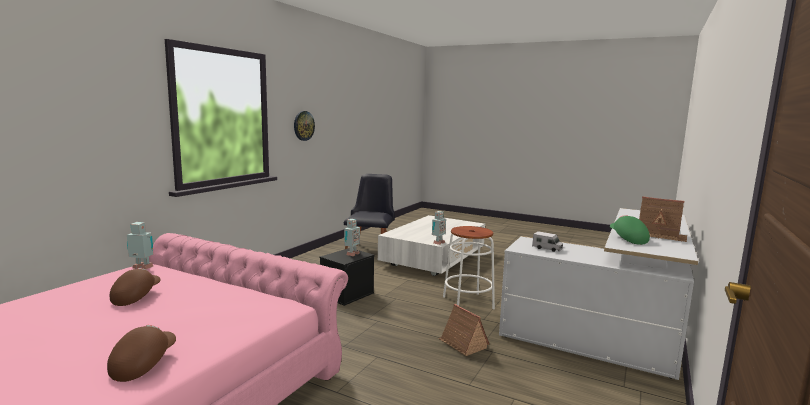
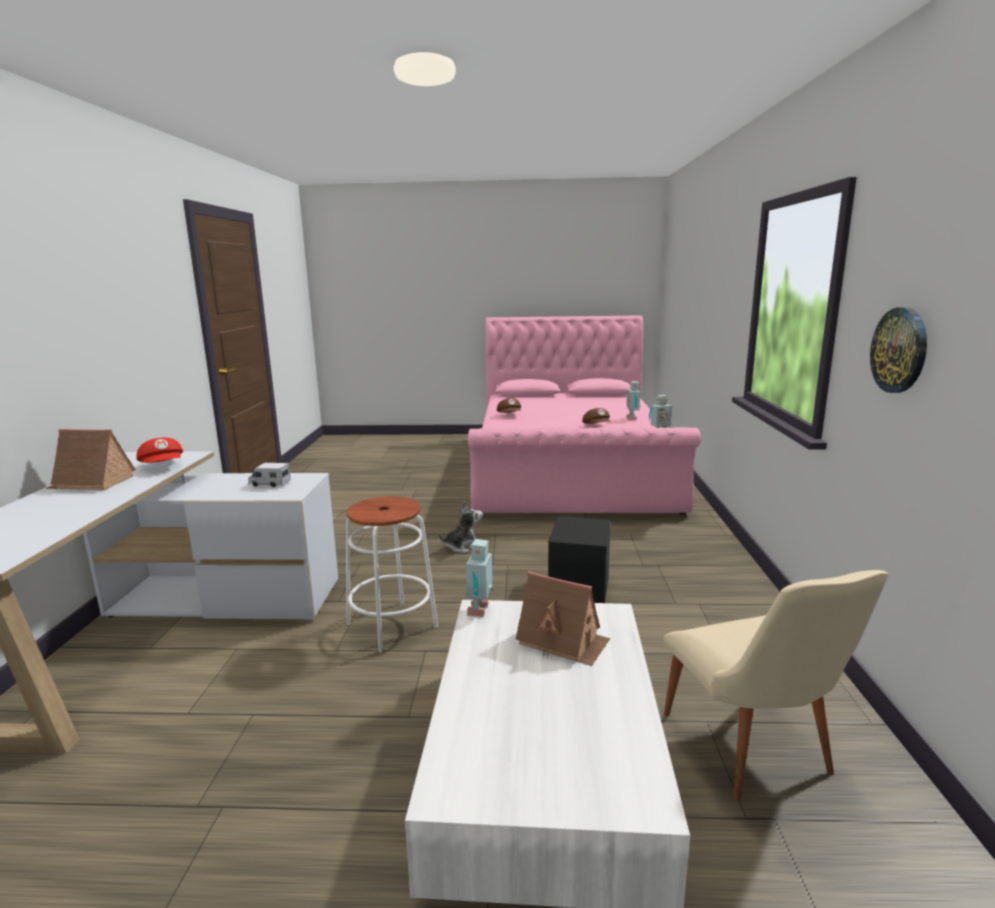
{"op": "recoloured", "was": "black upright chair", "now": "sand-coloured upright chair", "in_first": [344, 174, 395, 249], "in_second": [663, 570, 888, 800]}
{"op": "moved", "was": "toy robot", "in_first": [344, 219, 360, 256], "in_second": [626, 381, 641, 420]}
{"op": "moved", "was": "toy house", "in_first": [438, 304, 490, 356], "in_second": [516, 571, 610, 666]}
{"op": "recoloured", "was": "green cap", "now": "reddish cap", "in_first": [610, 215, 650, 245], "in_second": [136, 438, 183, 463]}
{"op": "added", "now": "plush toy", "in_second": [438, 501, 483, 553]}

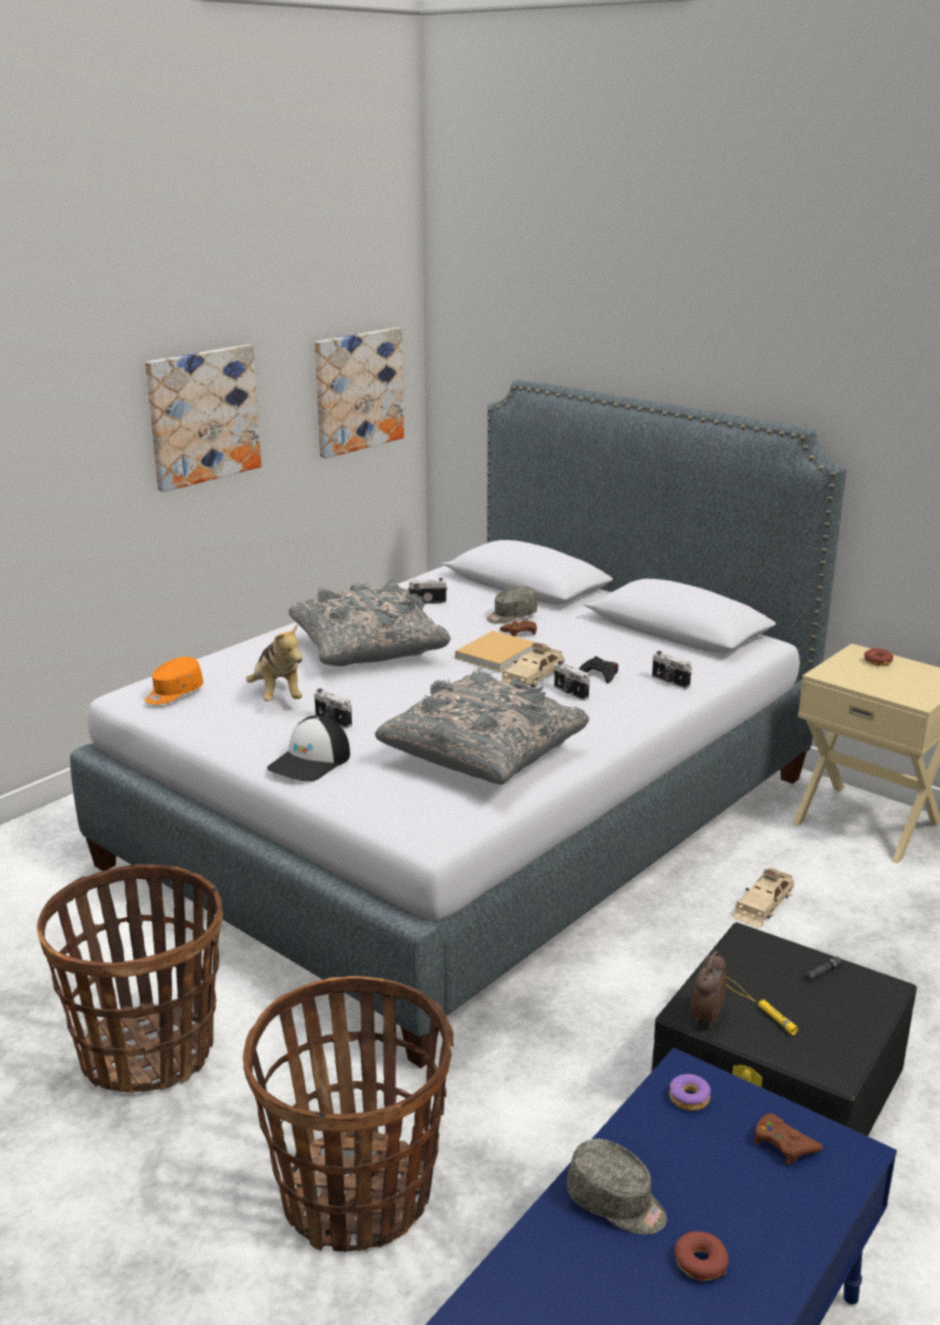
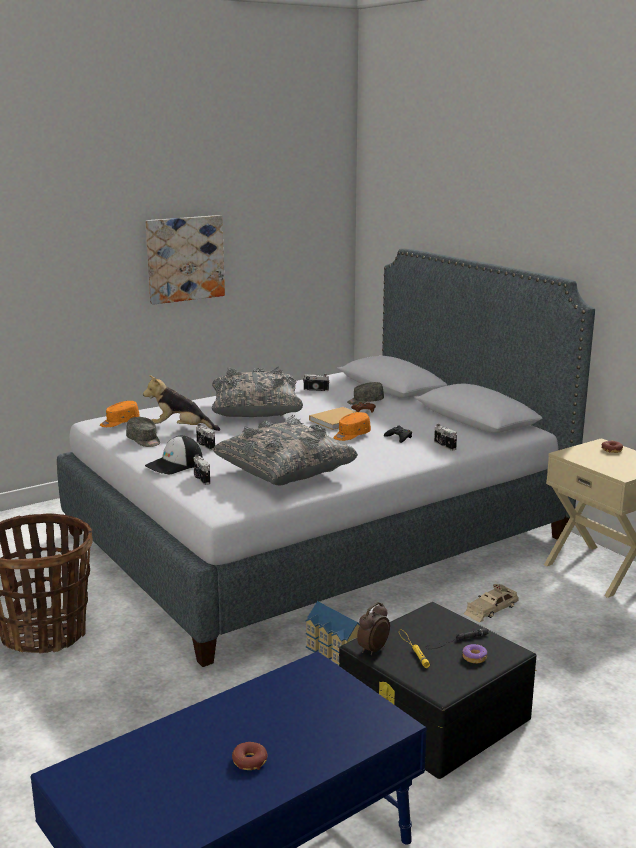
{"op": "removed", "was": "storage basket", "in_first": [243, 976, 454, 1252]}
{"op": "turned", "was": "plush toy", "in_first": [246, 623, 302, 701], "in_second": [143, 375, 220, 431], "clockwise": 105}
{"op": "removed", "was": "picture", "in_first": [315, 327, 404, 458]}
{"op": "replaced", "was": "sand-coloured model car", "now": "orange cap", "in_first": [501, 643, 565, 687], "in_second": [334, 412, 371, 441]}
{"op": "moved", "was": "photo camera", "in_first": [554, 661, 590, 701], "in_second": [194, 454, 210, 485]}
{"op": "moved", "was": "greyish cap", "in_first": [567, 1139, 667, 1234], "in_second": [126, 417, 160, 447]}
{"op": "moved", "was": "donut", "in_first": [669, 1074, 711, 1111], "in_second": [462, 644, 487, 663]}
{"op": "removed", "was": "brownish gamepad", "in_first": [754, 1113, 823, 1165]}
{"op": "added", "now": "toy house", "in_second": [305, 601, 360, 666]}

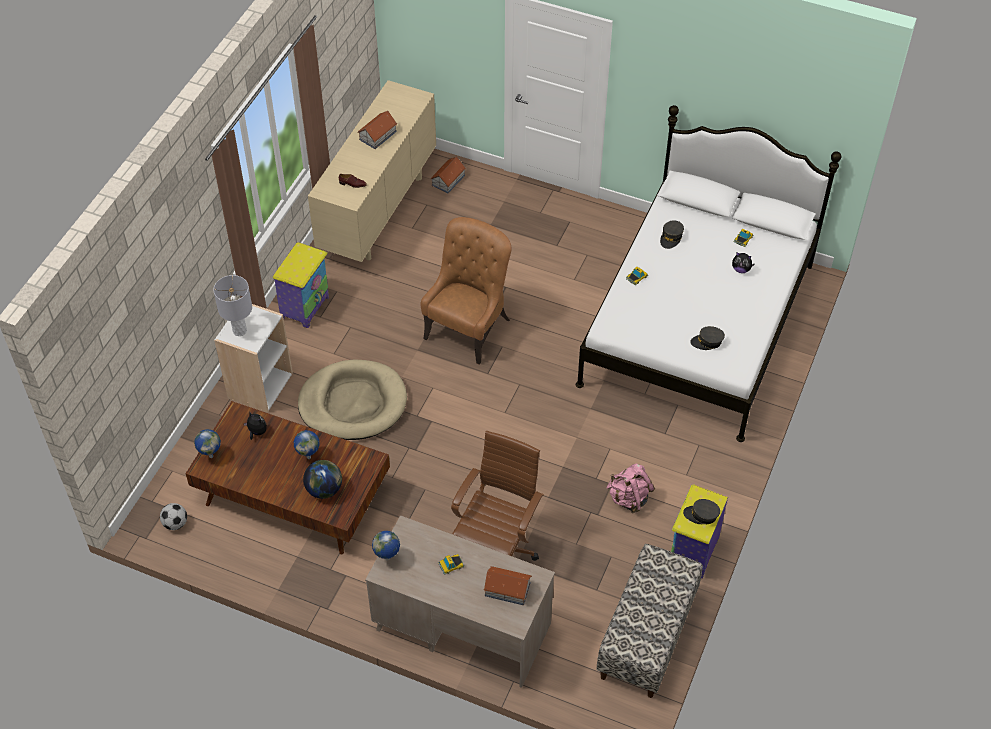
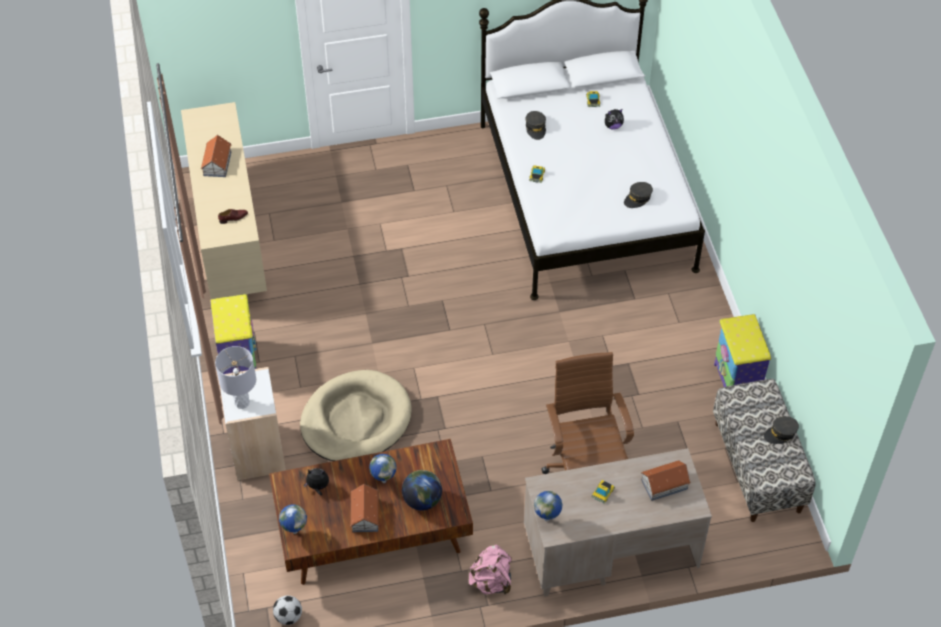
{"op": "removed", "was": "brownish upright chair", "in_first": [421, 217, 512, 365]}
{"op": "moved", "was": "toy house", "in_first": [431, 157, 466, 193], "in_second": [350, 484, 379, 532]}
{"op": "moved", "was": "pinkish rucksack", "in_first": [606, 464, 655, 513], "in_second": [469, 544, 512, 594]}
{"op": "moved", "was": "greyish cap", "in_first": [683, 499, 720, 525], "in_second": [764, 416, 799, 444]}

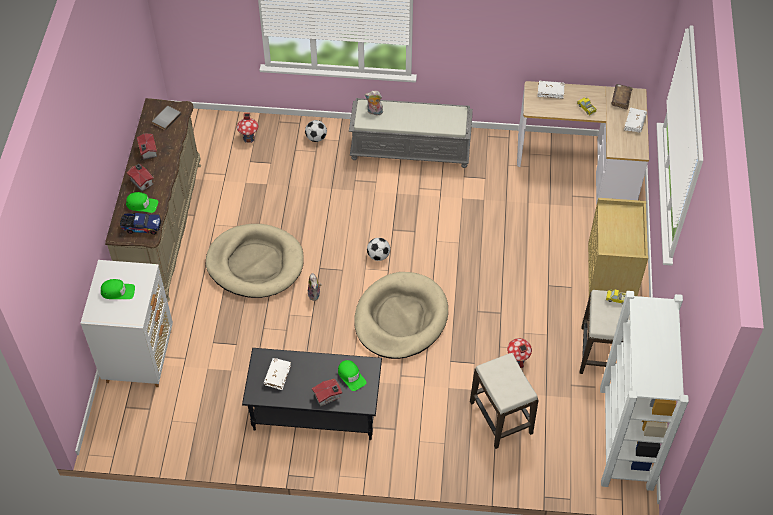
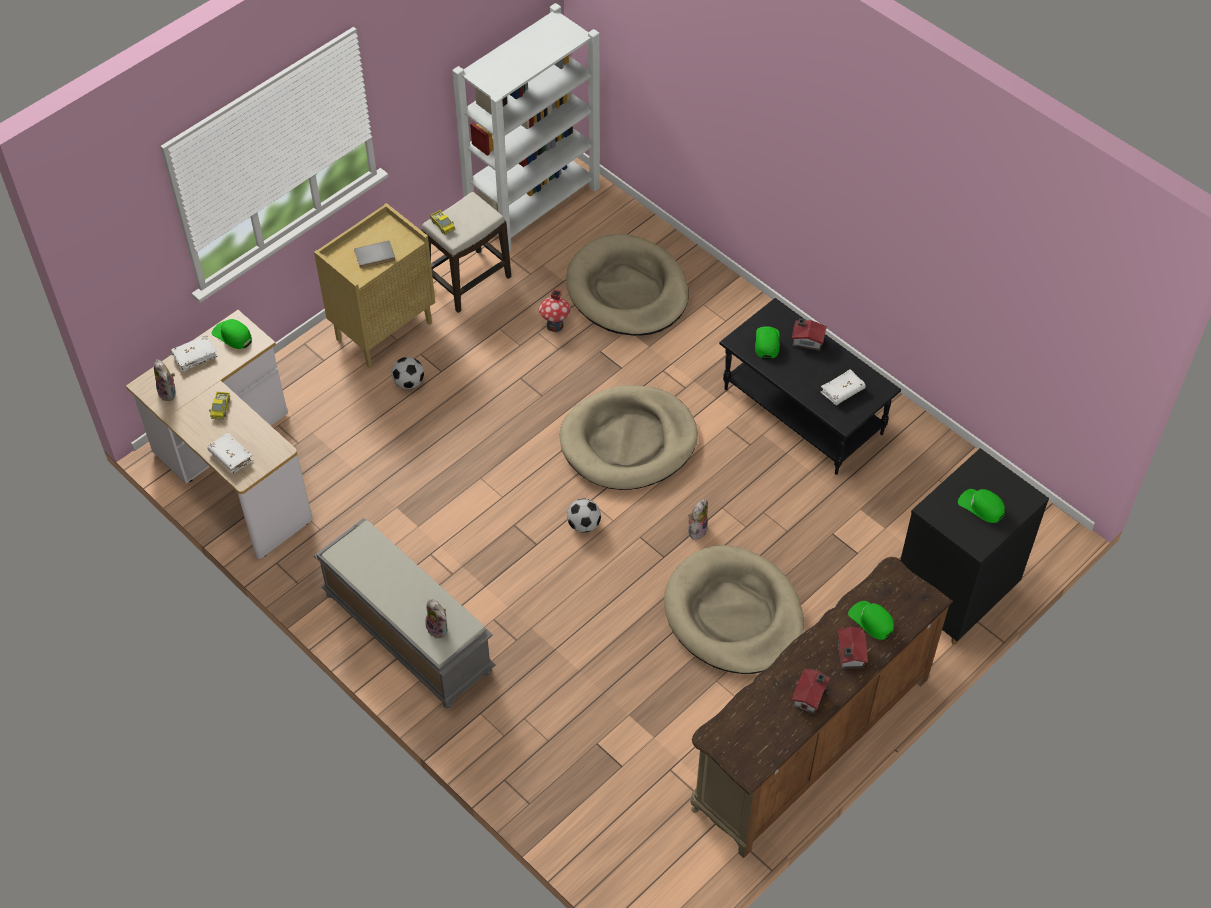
{"op": "recoloured", "was": "white dresser", "now": "black dresser", "in_first": [80, 260, 173, 387], "in_second": [900, 448, 1049, 645]}
{"op": "removed", "was": "toy lorry", "in_first": [120, 213, 161, 235]}
{"op": "moved", "was": "greyish volume", "in_first": [152, 106, 181, 130], "in_second": [354, 241, 395, 268]}
{"op": "removed", "was": "toy house", "in_first": [237, 113, 258, 143]}
{"op": "moved", "was": "ball for football", "in_first": [305, 120, 327, 142], "in_second": [392, 357, 424, 389]}
{"op": "replaced", "was": "sitting stool", "now": "sand-coloured dog bed", "in_first": [470, 353, 538, 449], "in_second": [566, 234, 689, 336]}
{"op": "replaced", "was": "brownish volume", "now": "plush toy", "in_first": [611, 84, 633, 110], "in_second": [154, 359, 176, 401]}
{"op": "added", "now": "green cap", "in_second": [212, 319, 252, 349]}

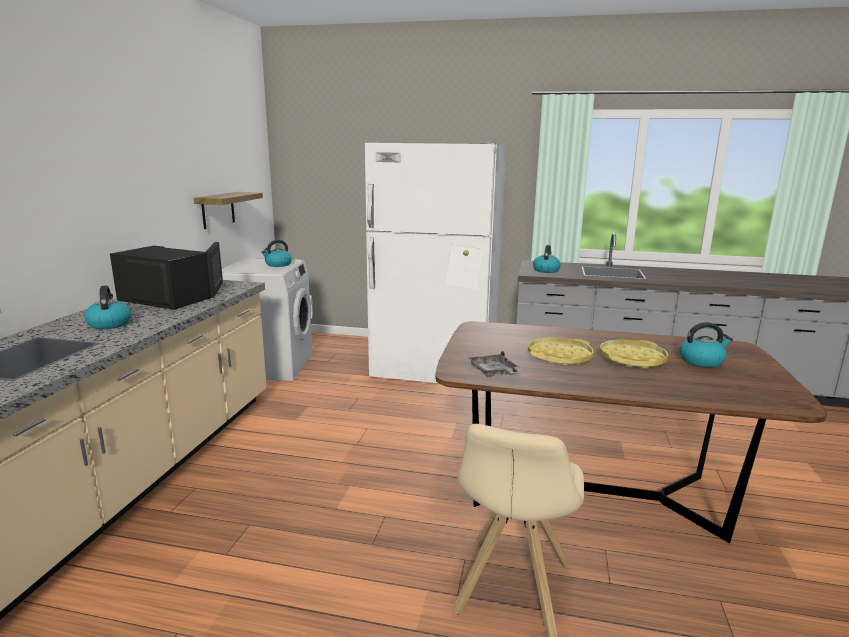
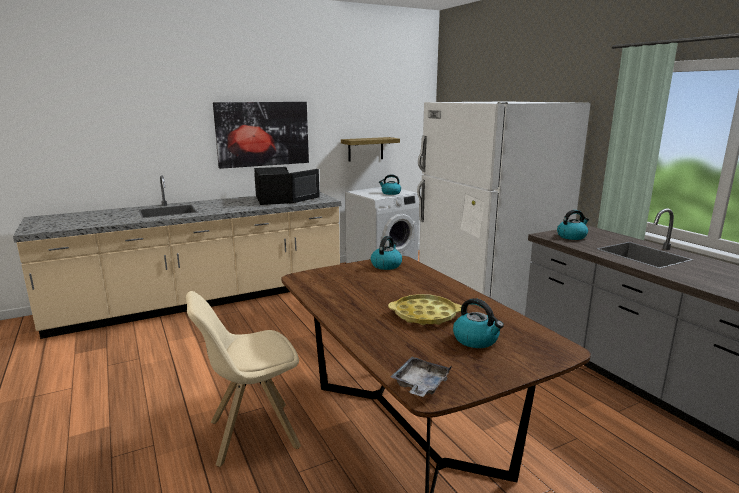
{"op": "moved", "was": "tea kettle", "in_first": [84, 286, 132, 329], "in_second": [371, 236, 402, 270]}
{"op": "moved", "was": "greyish carrying tray", "in_first": [468, 351, 522, 377], "in_second": [391, 357, 452, 397]}
{"op": "removed", "was": "yellow-coloured carrying tray", "in_first": [528, 337, 594, 366]}
{"op": "added", "now": "picture", "in_second": [213, 102, 309, 169]}

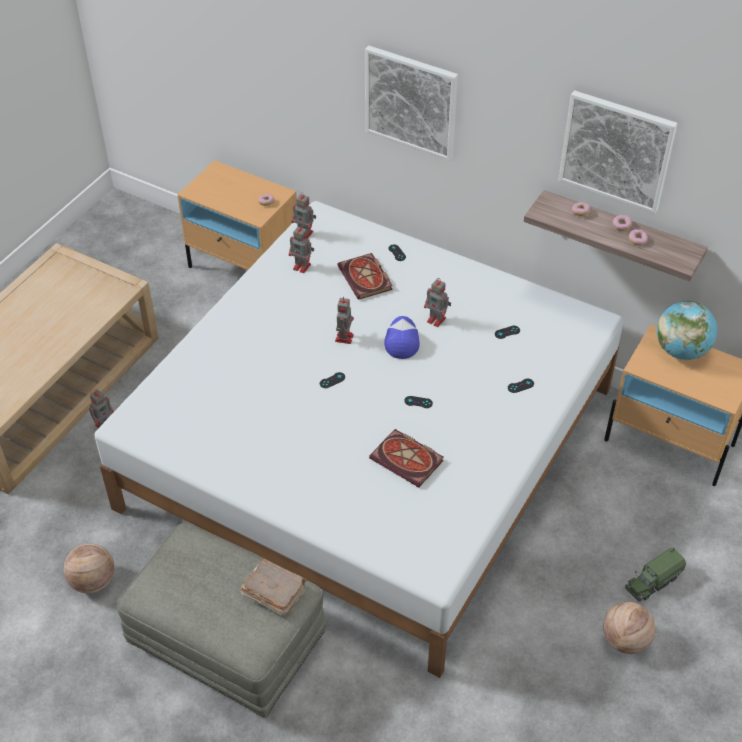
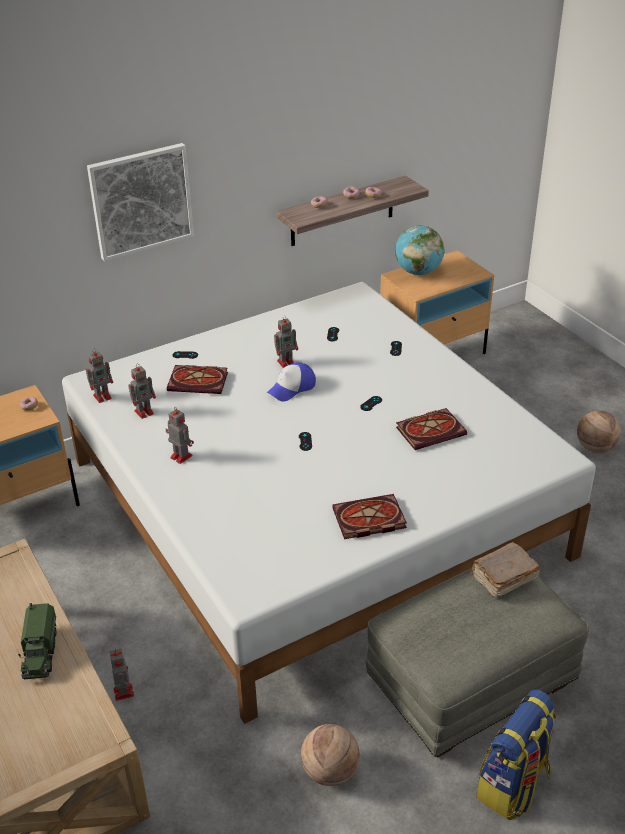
{"op": "moved", "was": "toy robot", "in_first": [335, 296, 354, 344], "in_second": [166, 407, 194, 464]}
{"op": "turned", "was": "cap", "in_first": [384, 316, 420, 359], "in_second": [267, 362, 316, 402], "clockwise": -75}
{"op": "removed", "was": "picture", "in_first": [558, 90, 678, 214]}
{"op": "moved", "was": "toy lorry", "in_first": [625, 547, 686, 601], "in_second": [18, 603, 57, 679]}
{"op": "added", "now": "volume", "in_second": [332, 494, 407, 539]}
{"op": "added", "now": "rucksack", "in_second": [476, 690, 557, 820]}

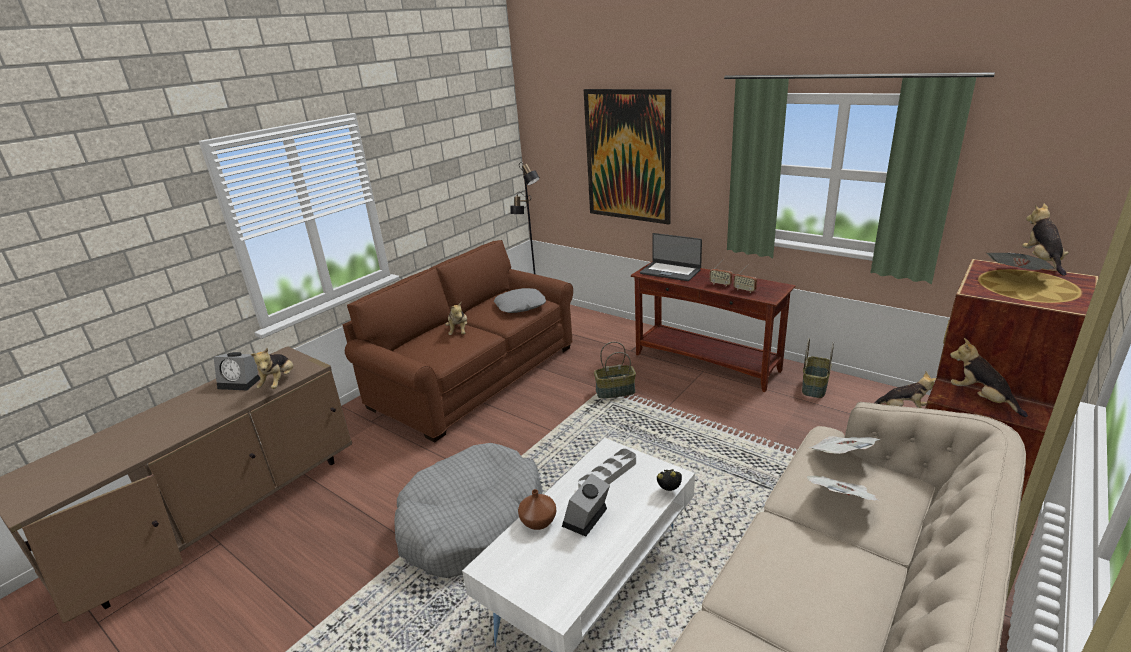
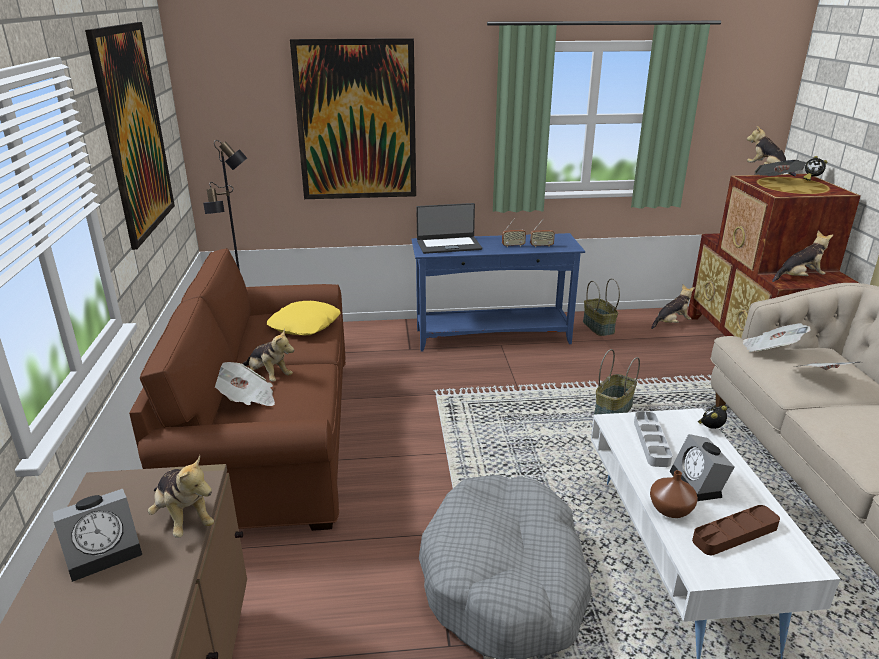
{"op": "recoloured", "was": "greyish cushion", "now": "yellow-coloured cushion", "in_first": [494, 288, 546, 313], "in_second": [267, 301, 341, 335]}
{"op": "moved", "was": "storage basket", "in_first": [594, 342, 636, 399], "in_second": [594, 349, 640, 415]}
{"op": "recoloured", "was": "brownish hall table", "now": "blue-coloured hall table", "in_first": [631, 261, 796, 392], "in_second": [412, 233, 585, 352]}
{"op": "turned", "was": "plush toy", "in_first": [950, 338, 1028, 417], "in_second": [772, 231, 833, 282], "clockwise": 150}
{"op": "added", "now": "picture", "in_second": [85, 22, 175, 250]}
{"op": "added", "now": "printed paper", "in_second": [215, 362, 275, 406]}
{"op": "added", "now": "brownish carrying tray", "in_second": [692, 505, 780, 555]}
{"op": "added", "now": "alarm clock", "in_second": [803, 156, 827, 181]}

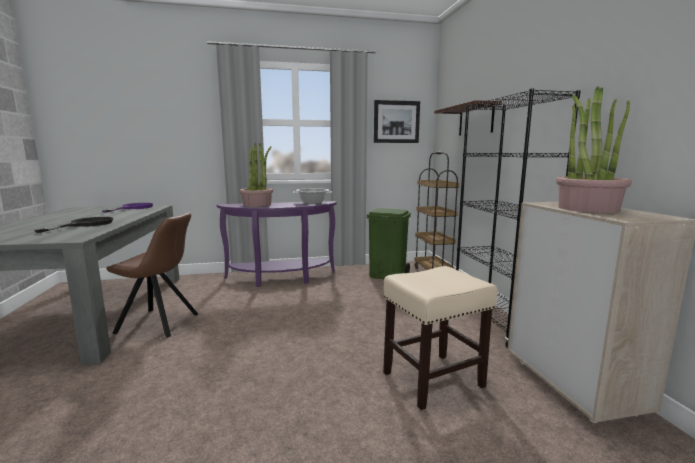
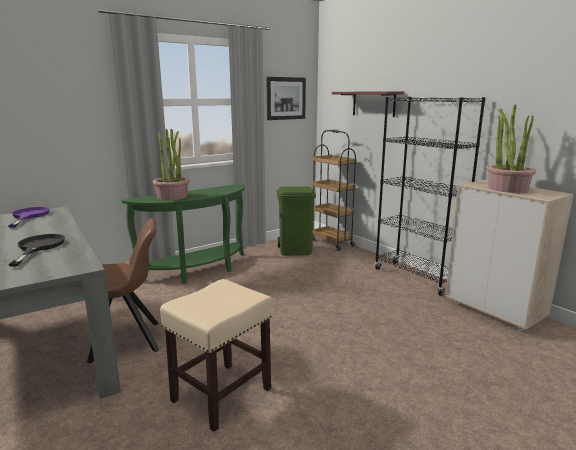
{"op": "recoloured", "was": "purple-coloured hall table", "now": "green hall table", "in_first": [217, 201, 337, 287], "in_second": [122, 183, 245, 284]}
{"op": "removed", "was": "cooking pot", "in_first": [293, 189, 332, 204]}
{"op": "moved", "was": "sand-coloured sitting stool", "in_first": [383, 266, 498, 410], "in_second": [160, 279, 273, 432]}

